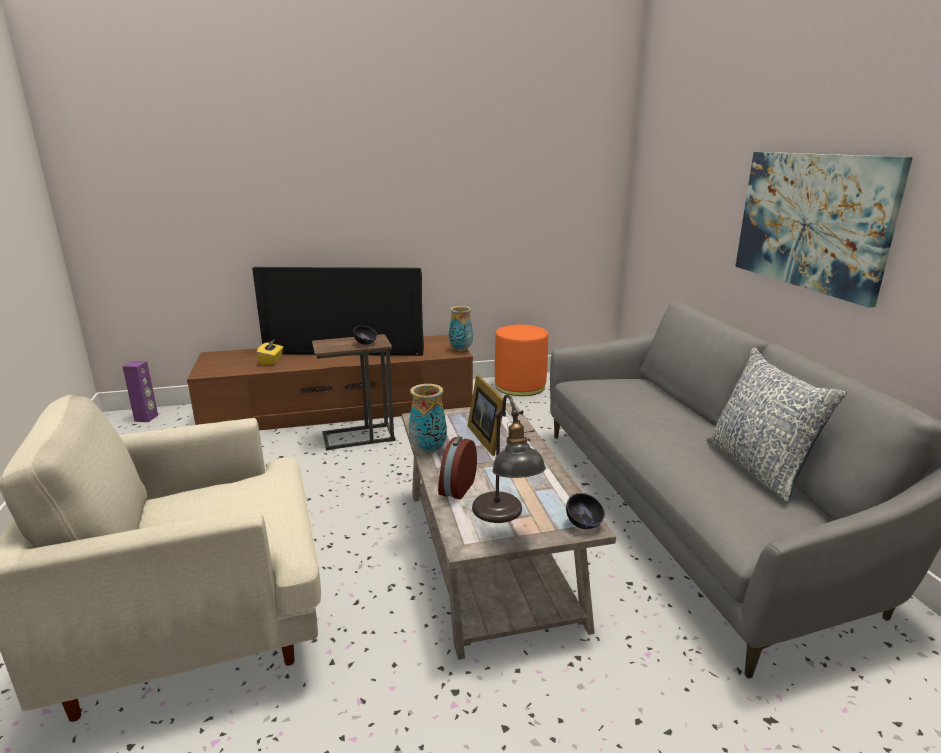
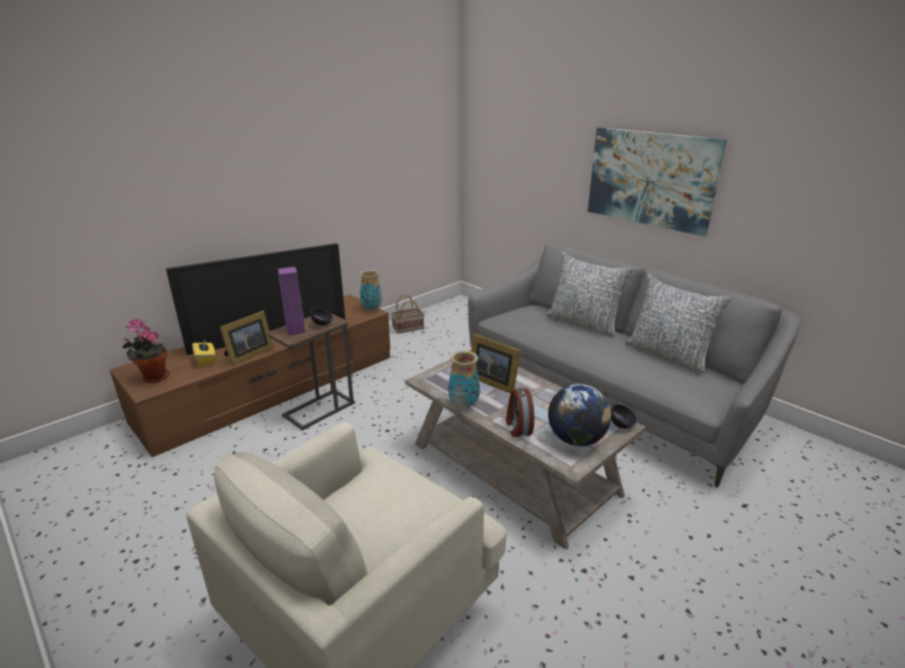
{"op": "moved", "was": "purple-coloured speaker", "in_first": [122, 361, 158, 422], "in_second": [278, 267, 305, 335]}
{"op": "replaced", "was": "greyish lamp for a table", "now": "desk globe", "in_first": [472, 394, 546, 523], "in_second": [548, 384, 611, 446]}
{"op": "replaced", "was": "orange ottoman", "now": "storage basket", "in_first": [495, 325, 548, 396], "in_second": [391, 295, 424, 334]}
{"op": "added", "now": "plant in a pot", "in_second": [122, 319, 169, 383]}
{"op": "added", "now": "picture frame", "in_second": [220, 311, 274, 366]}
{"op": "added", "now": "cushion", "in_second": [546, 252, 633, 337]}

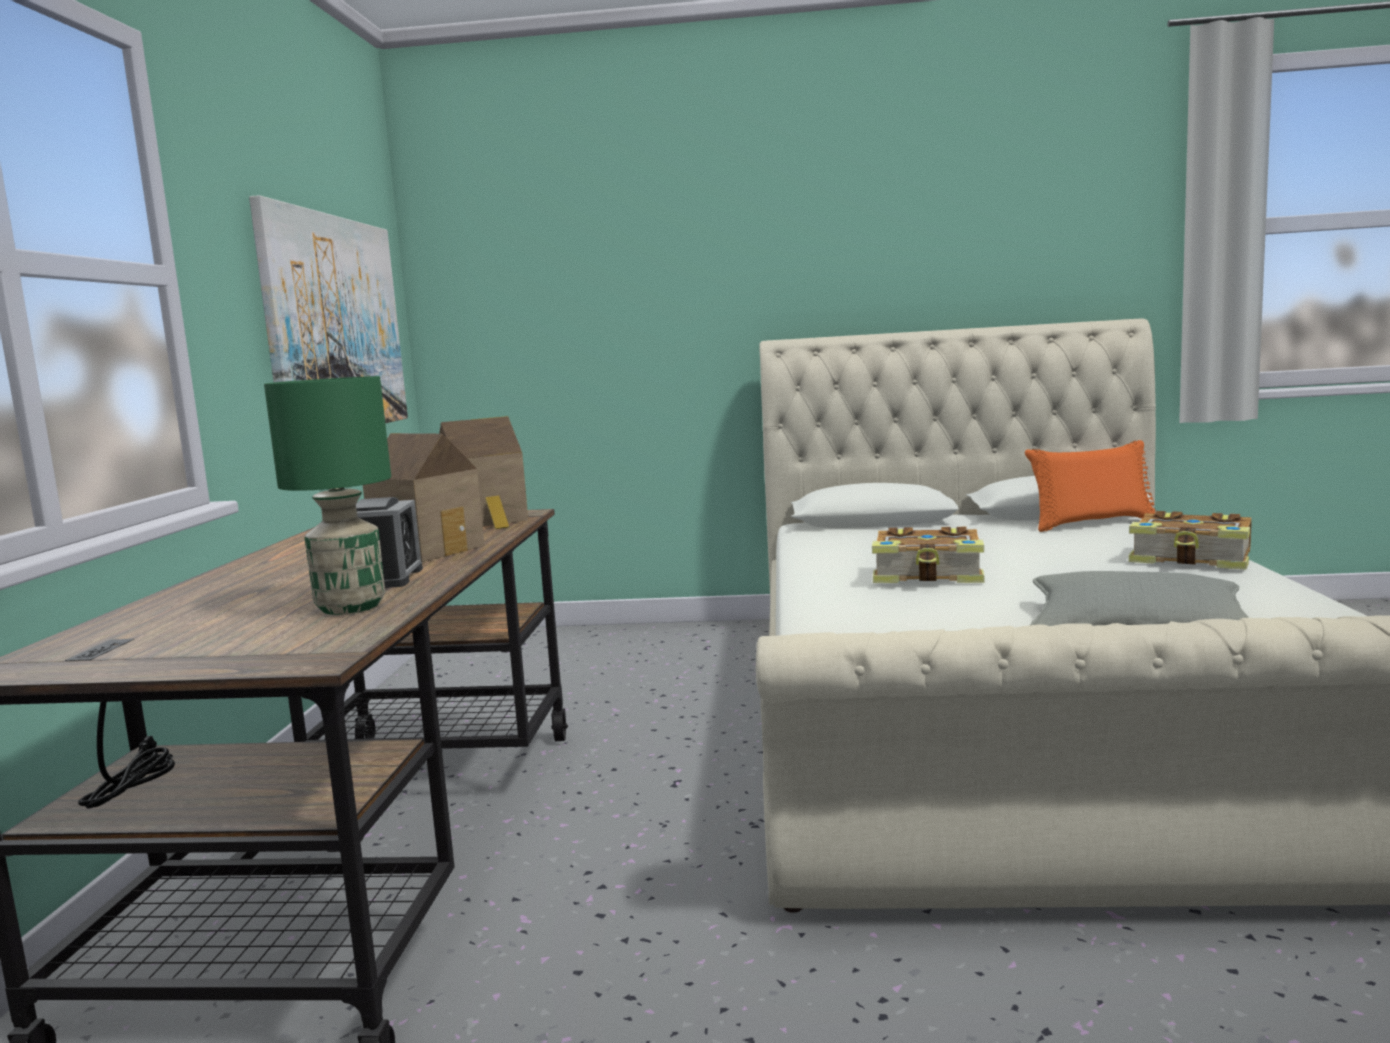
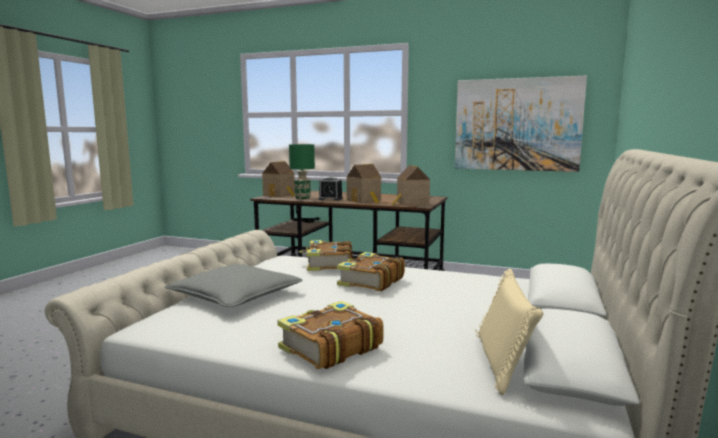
{"op": "recoloured", "was": "orange cushion", "now": "sand-coloured cushion", "in_first": [1025, 440, 1156, 532], "in_second": [475, 269, 544, 395]}
{"op": "added", "now": "toy house", "in_second": [262, 161, 295, 197]}
{"op": "added", "now": "volume", "in_second": [299, 240, 353, 271]}

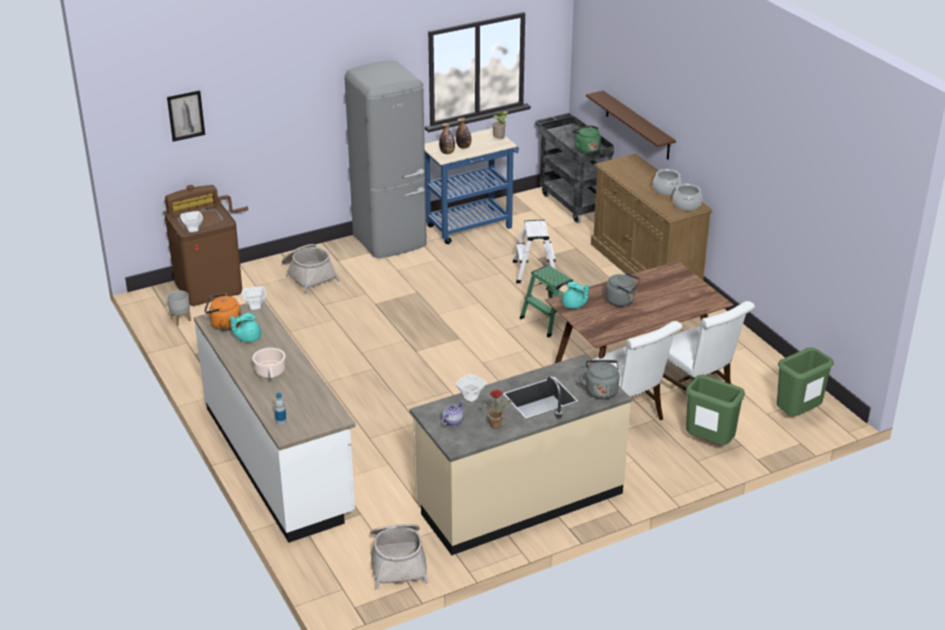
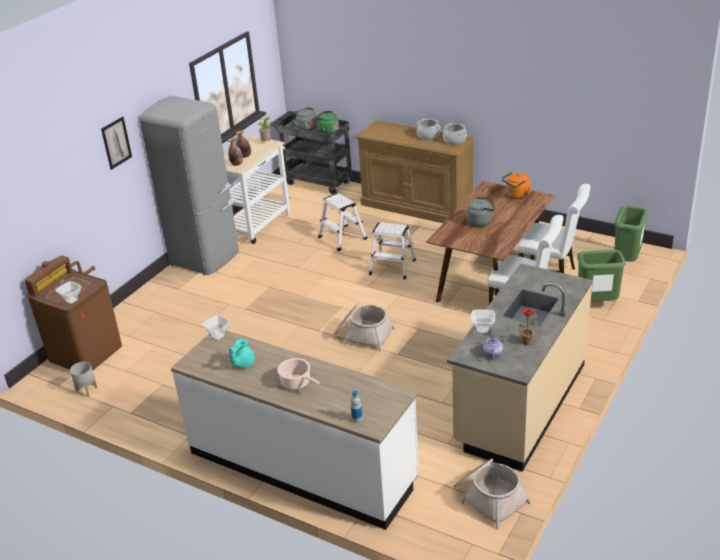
{"op": "moved", "was": "picture", "in_first": [167, 90, 205, 142], "in_second": [101, 117, 132, 170]}
{"op": "moved", "was": "orange tea kettle", "in_first": [205, 293, 241, 331], "in_second": [502, 172, 531, 199]}
{"op": "moved", "was": "storage basket", "in_first": [282, 244, 340, 293], "in_second": [334, 304, 395, 351]}
{"op": "recoloured", "was": "blue-coloured cart", "now": "white cart", "in_first": [425, 128, 519, 244], "in_second": [224, 136, 291, 244]}
{"op": "recoloured", "was": "green step ladder", "now": "white step ladder", "in_first": [520, 265, 573, 338], "in_second": [369, 222, 416, 280]}
{"op": "removed", "was": "turquoise-coloured pot for tea", "in_first": [562, 282, 589, 309]}
{"op": "moved", "was": "greyish tea kettle", "in_first": [579, 360, 620, 399], "in_second": [292, 107, 317, 131]}
{"op": "removed", "was": "brownish shelf", "in_first": [586, 90, 676, 160]}

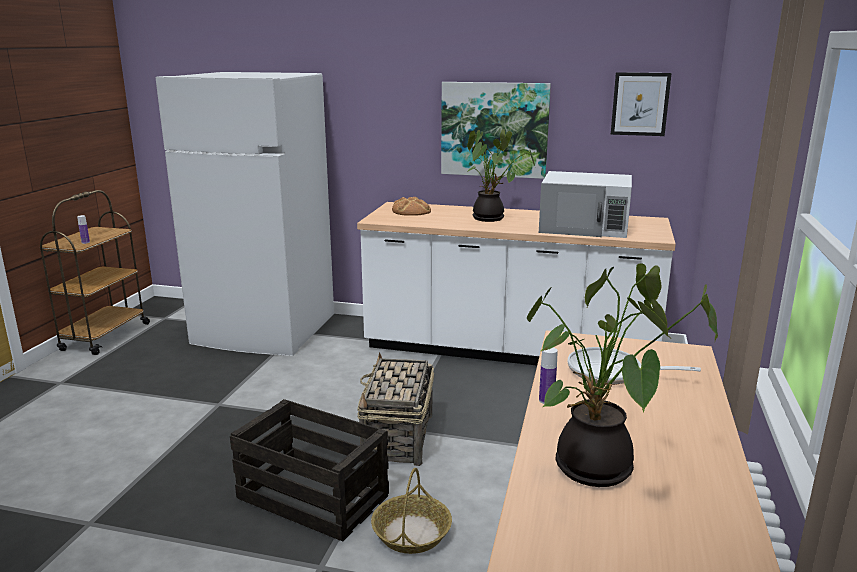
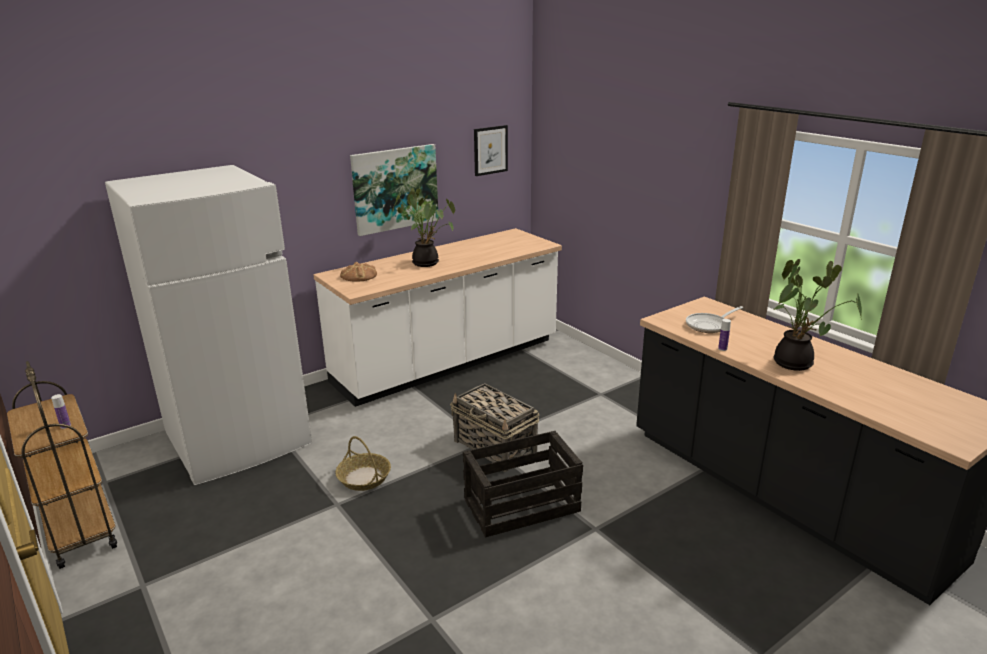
{"op": "moved", "was": "storage basket", "in_first": [371, 468, 452, 554], "in_second": [335, 436, 391, 491]}
{"op": "removed", "was": "white microwave", "in_first": [539, 171, 632, 238]}

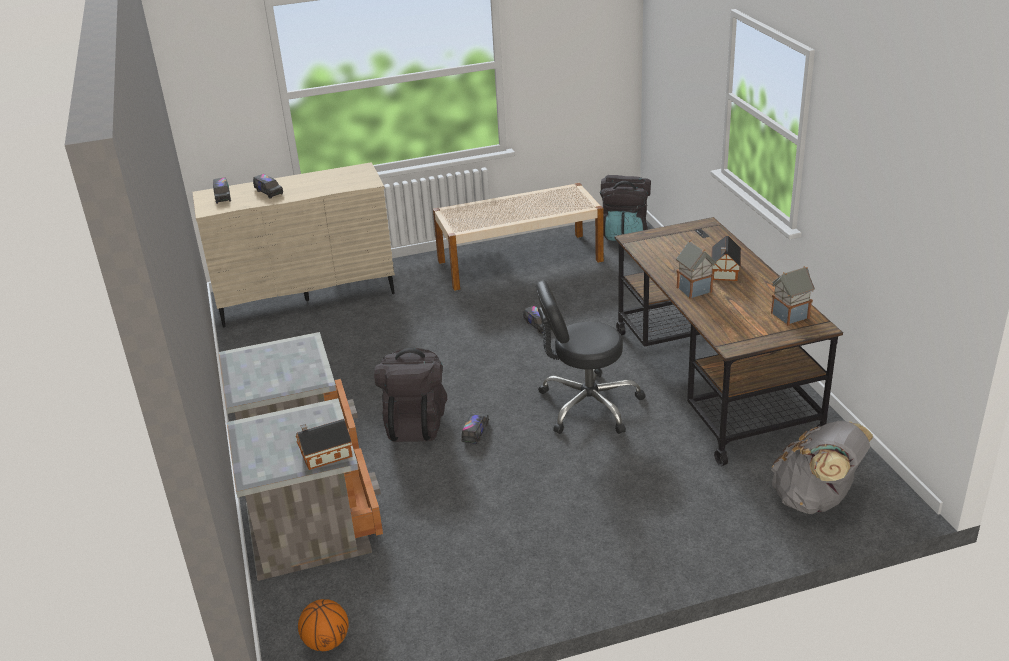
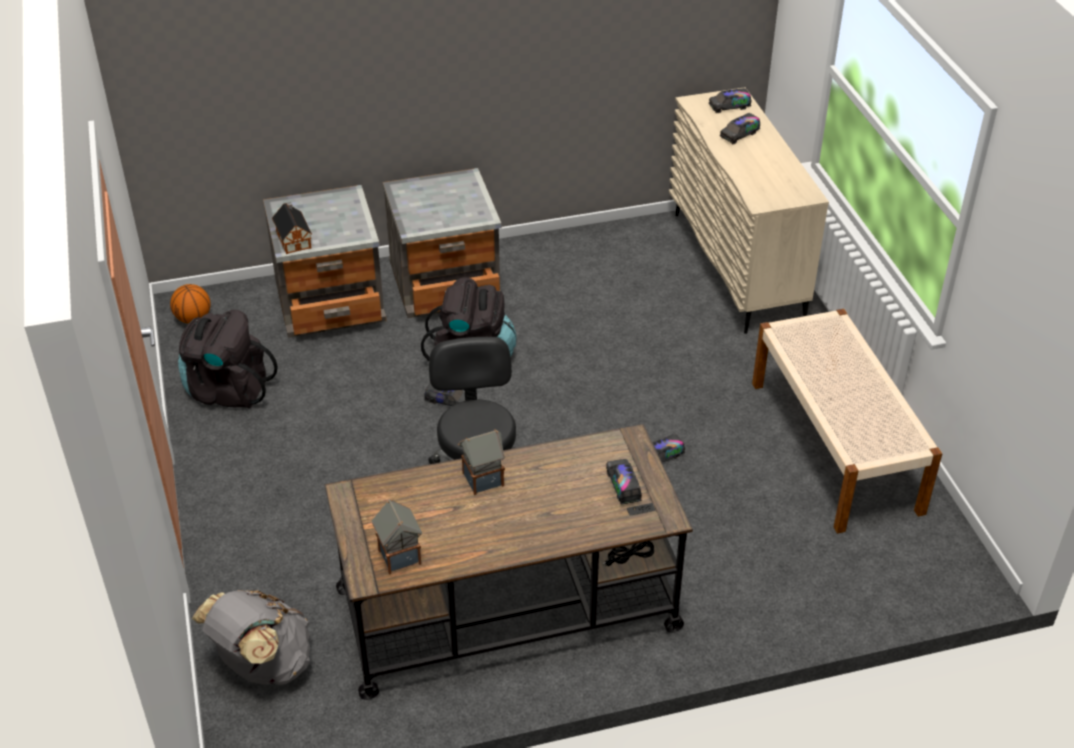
{"op": "moved", "was": "black rucksack", "in_first": [600, 175, 651, 241], "in_second": [178, 310, 278, 409]}
{"op": "removed", "was": "toy house", "in_first": [711, 236, 741, 281]}
{"op": "added", "now": "toy lorry", "in_second": [606, 459, 642, 505]}

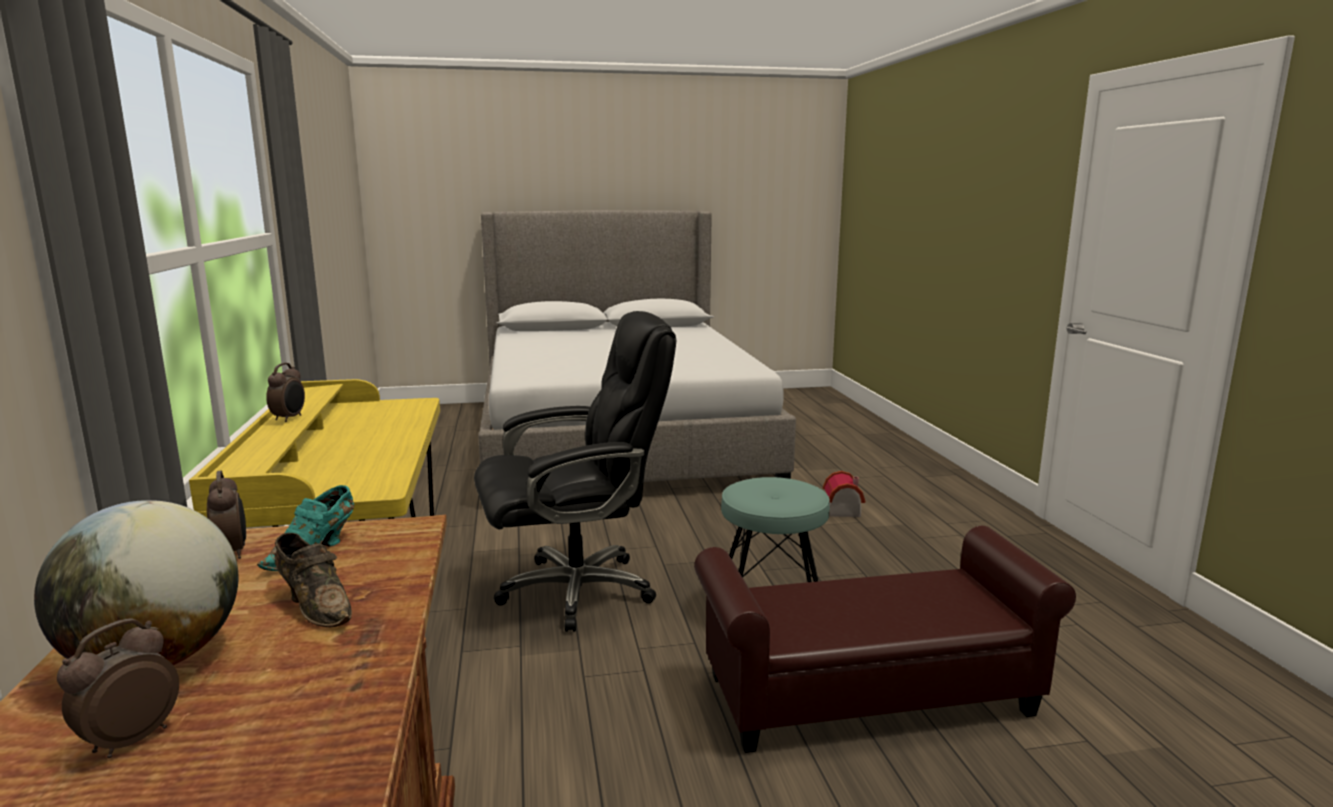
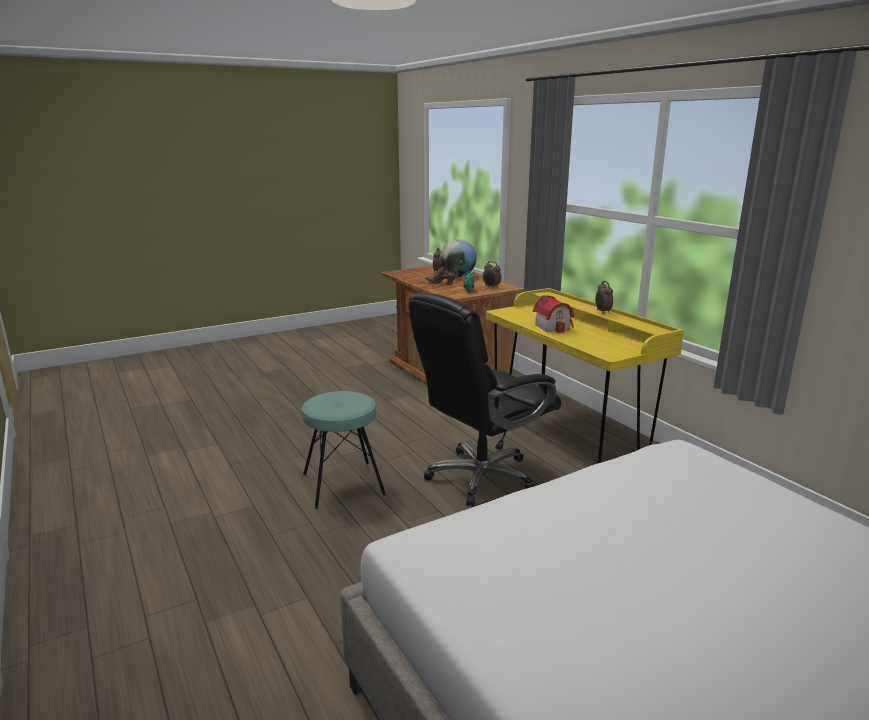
{"op": "removed", "was": "brownish ottoman", "in_first": [694, 526, 1076, 753]}
{"op": "moved", "was": "toy house", "in_first": [823, 471, 865, 517], "in_second": [533, 295, 574, 333]}

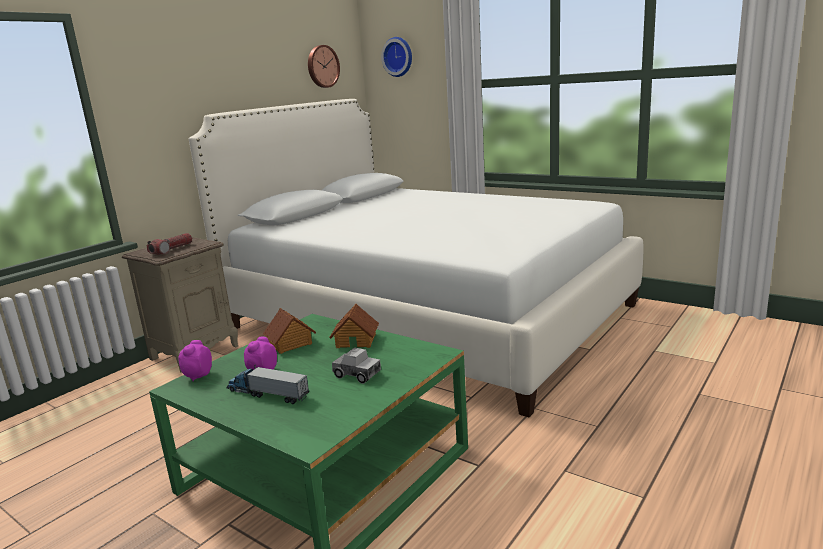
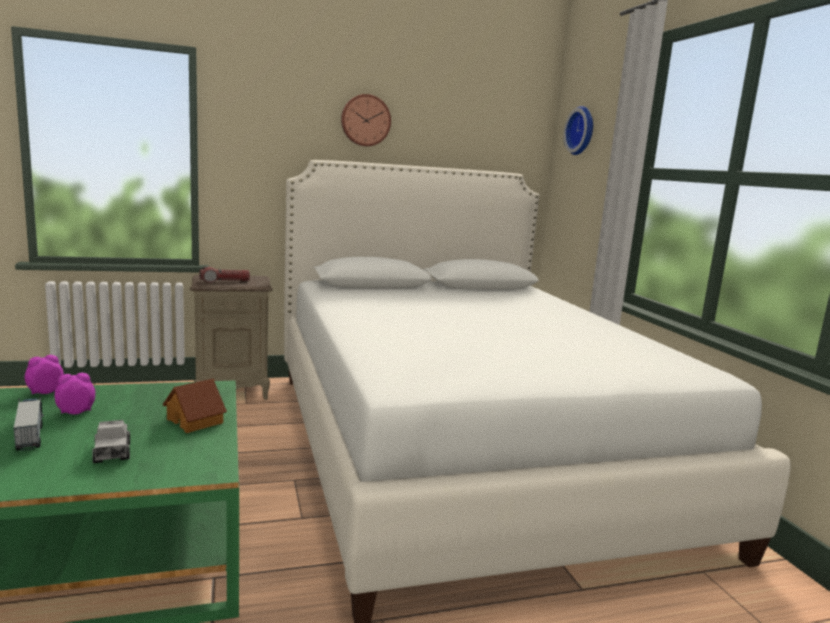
{"op": "removed", "was": "toy house", "in_first": [263, 308, 316, 354]}
{"op": "moved", "was": "clock on the wall", "in_first": [308, 45, 340, 88], "in_second": [341, 94, 391, 146]}

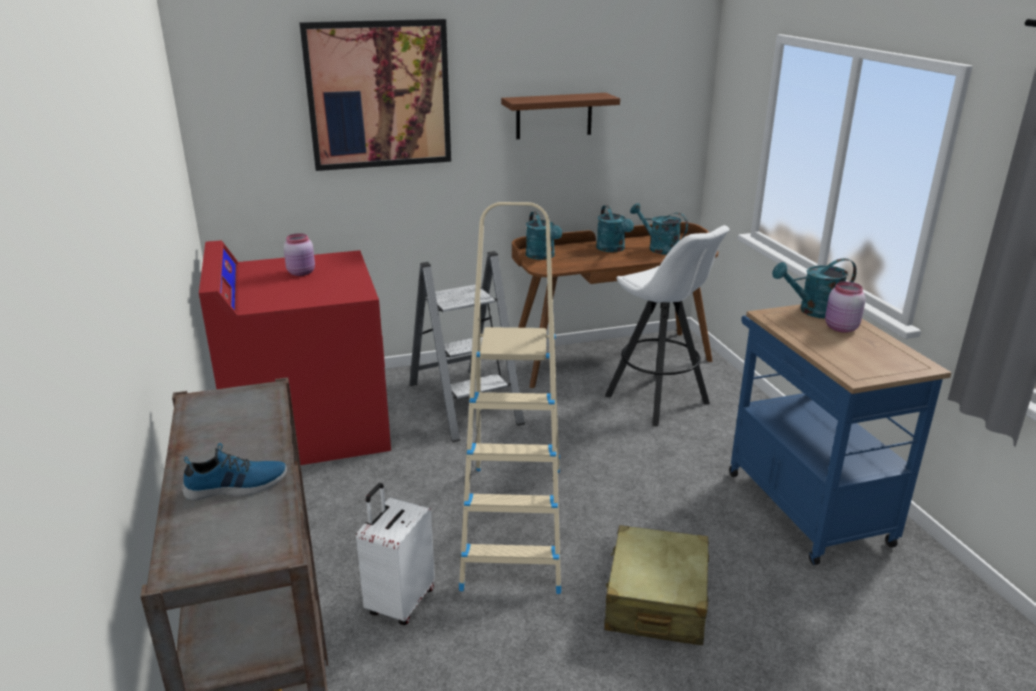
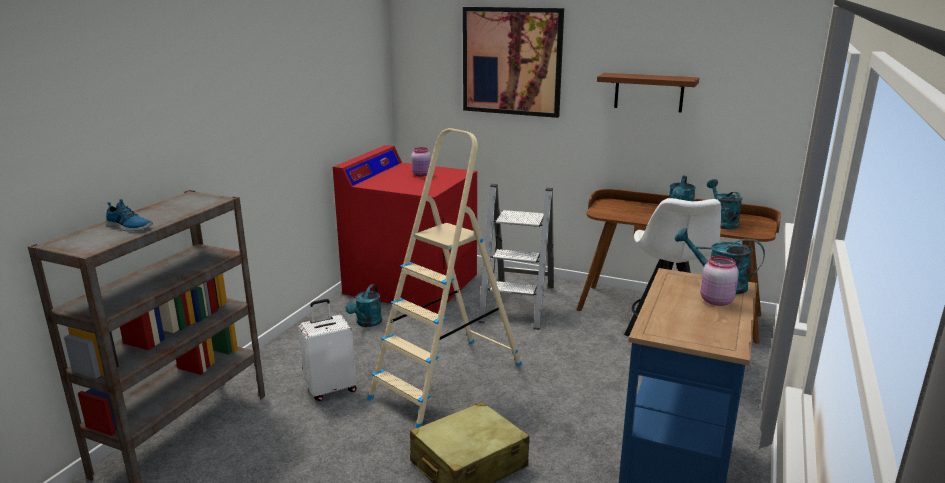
{"op": "moved", "was": "turquoise-coloured watering can", "in_first": [526, 211, 562, 260], "in_second": [346, 284, 382, 327]}

